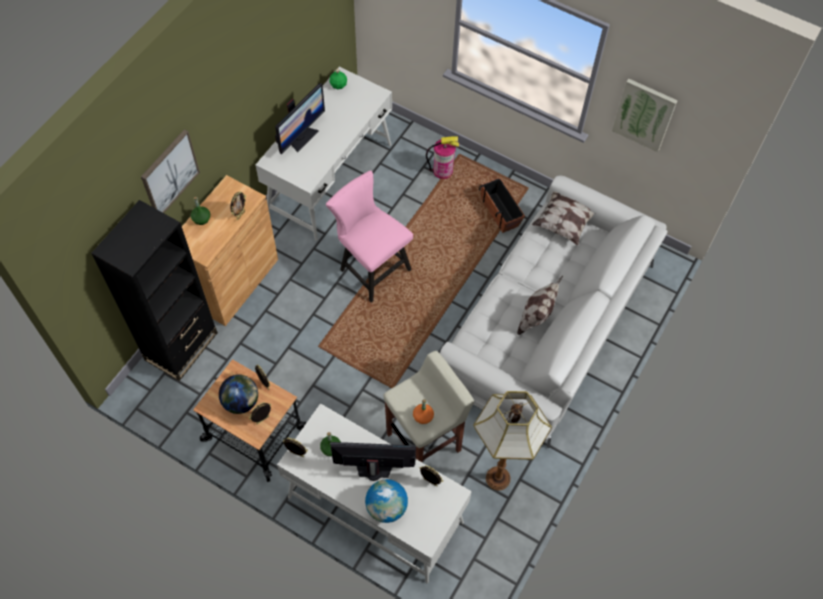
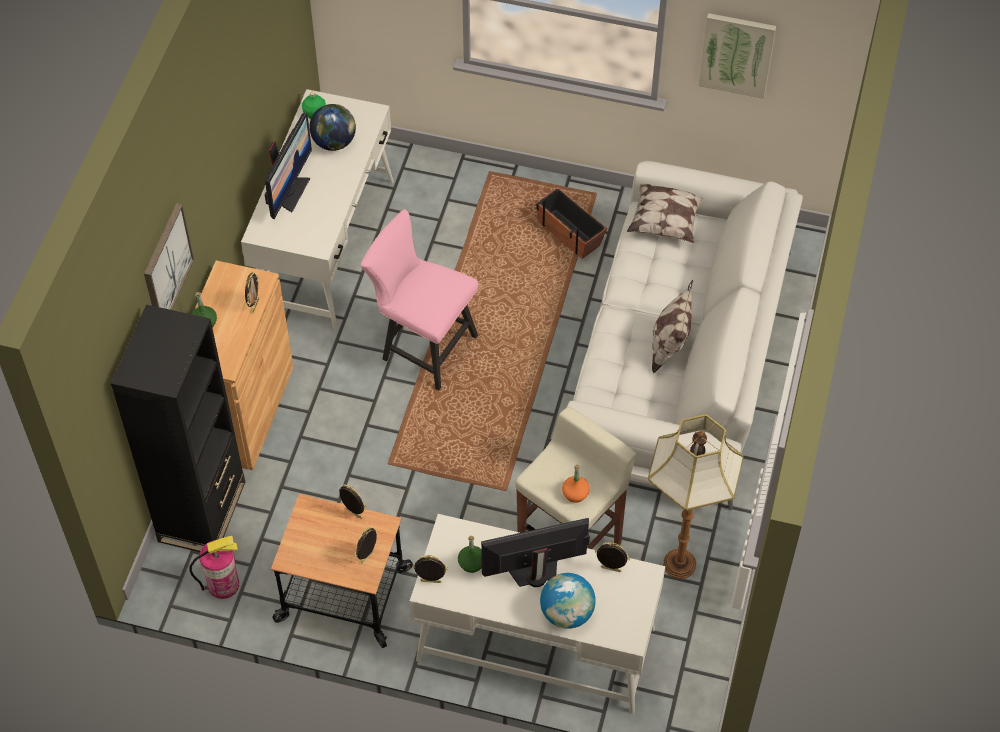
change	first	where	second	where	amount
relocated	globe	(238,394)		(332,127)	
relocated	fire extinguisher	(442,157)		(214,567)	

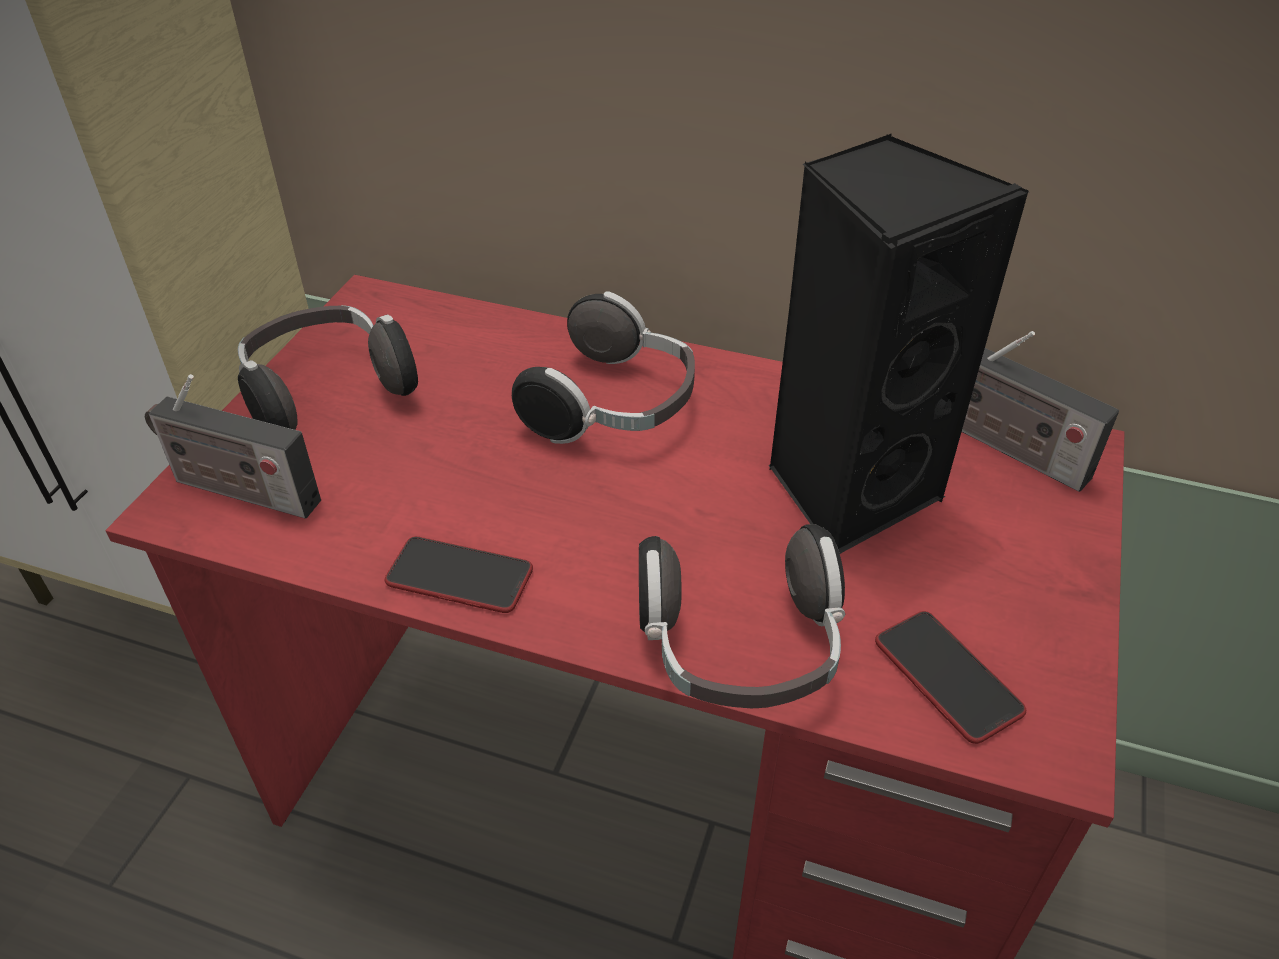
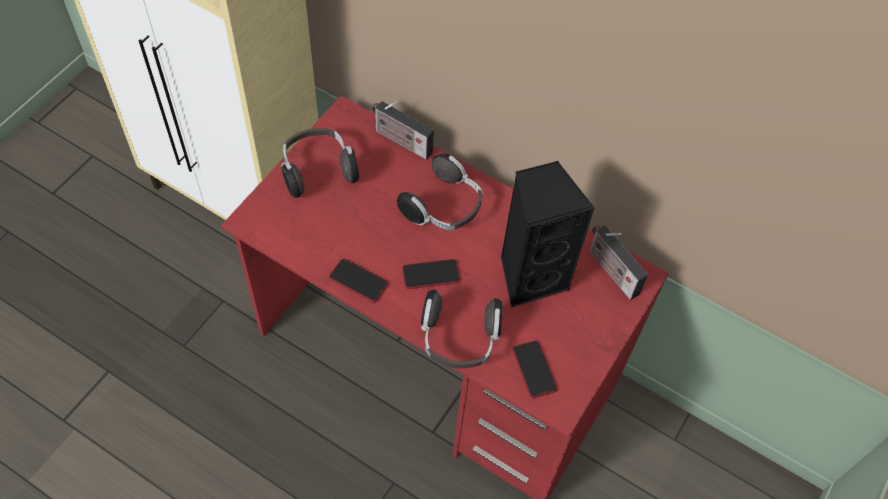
change	first	where	second	where	amount
relocated	radio	(233,446)		(403,130)	
appeared			phone	(431,274)	

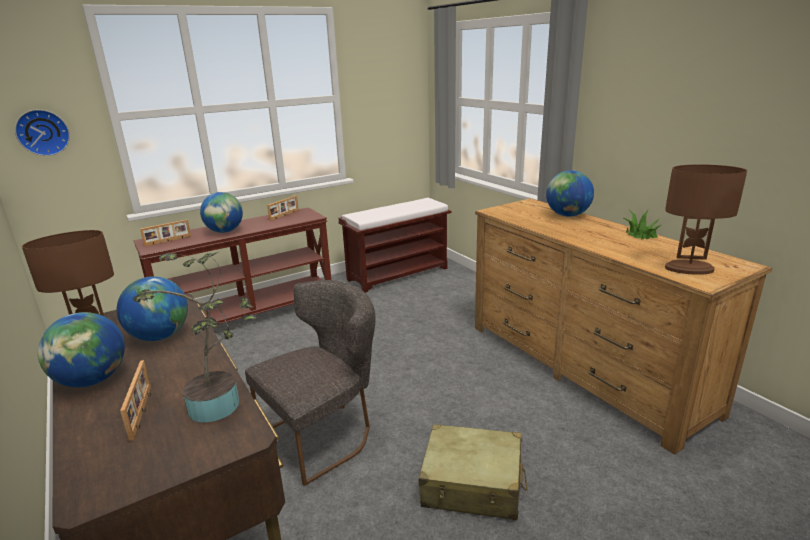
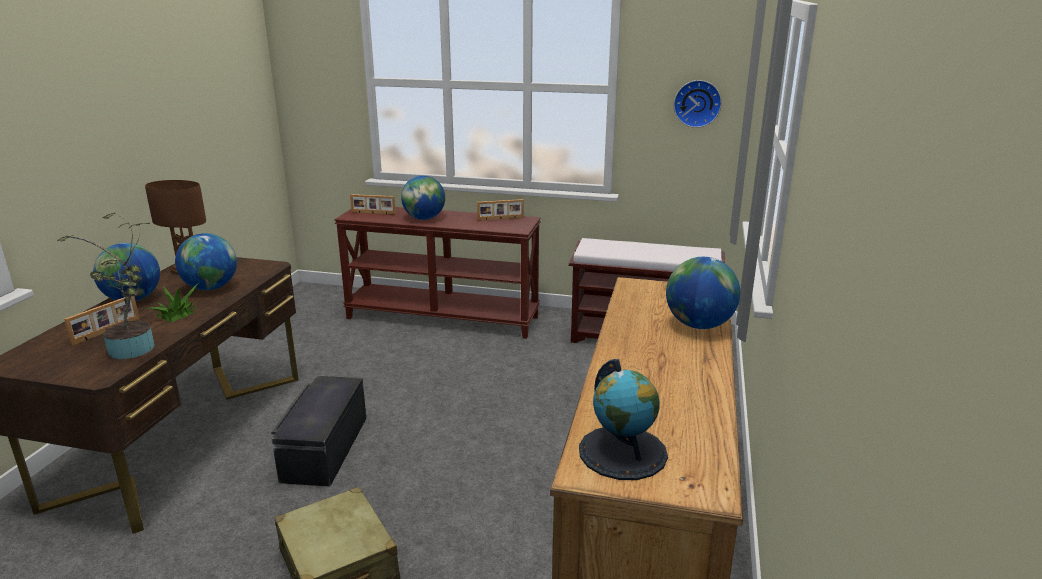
change	first	where	second	where	amount
relocated	wall clock	(42,133)		(698,104)	
exchanged	chair (grey)	(310,383)	storage box (black)	(318,431)	
relocated	potted plant	(642,225)		(173,302)	
exchanged	table lamp (brown)	(706,219)	globe	(623,419)	

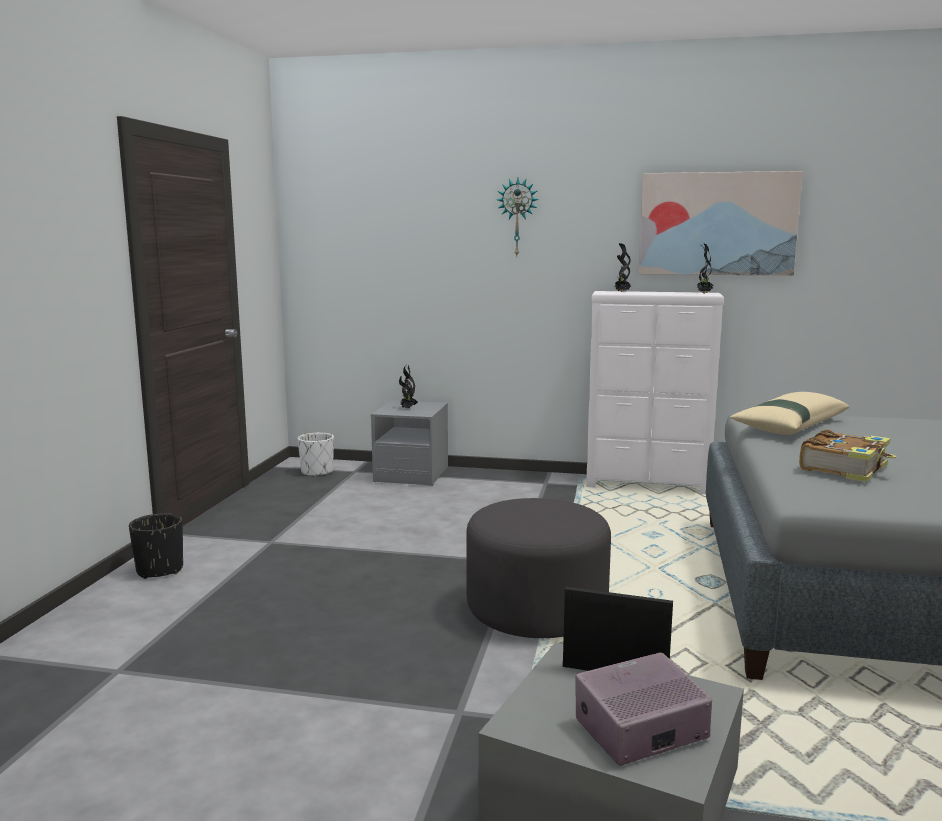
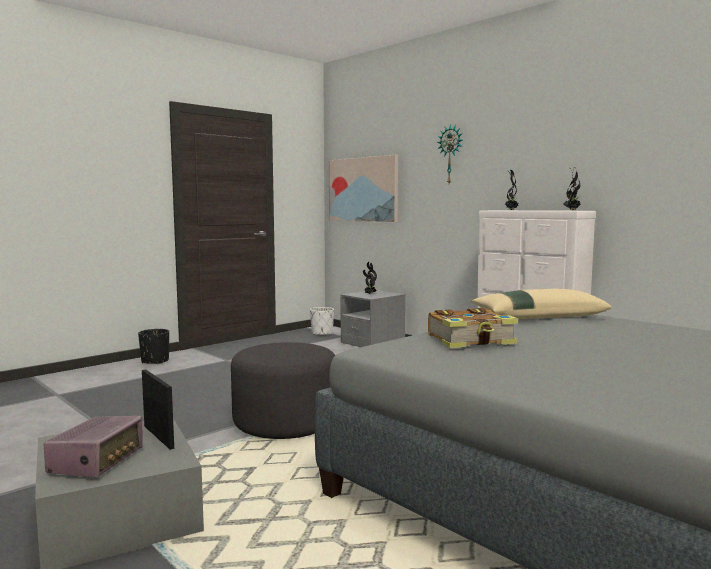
change	first	where	second	where	amount
spun	radio	(644,709)		(92,446)	90 degrees clockwise
relocated	picture	(721,223)		(363,188)	

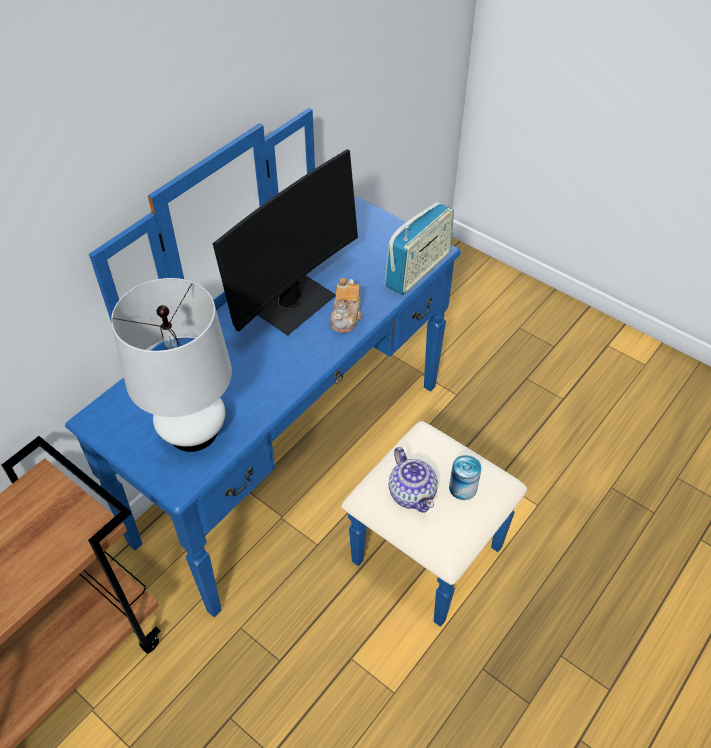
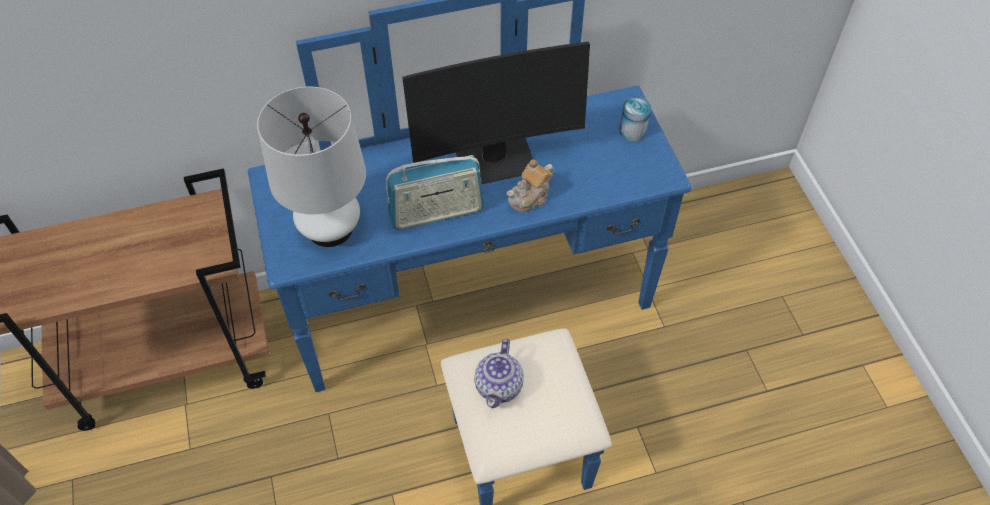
change	first	where	second	where	amount
relocated	radio	(419,248)		(435,192)	
relocated	can	(465,477)		(635,119)	

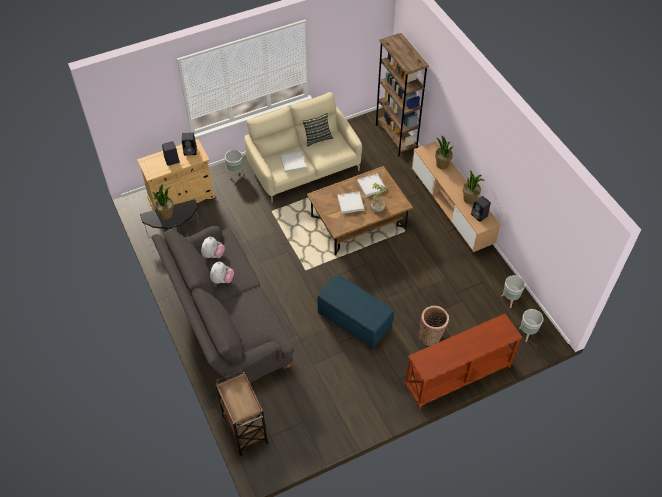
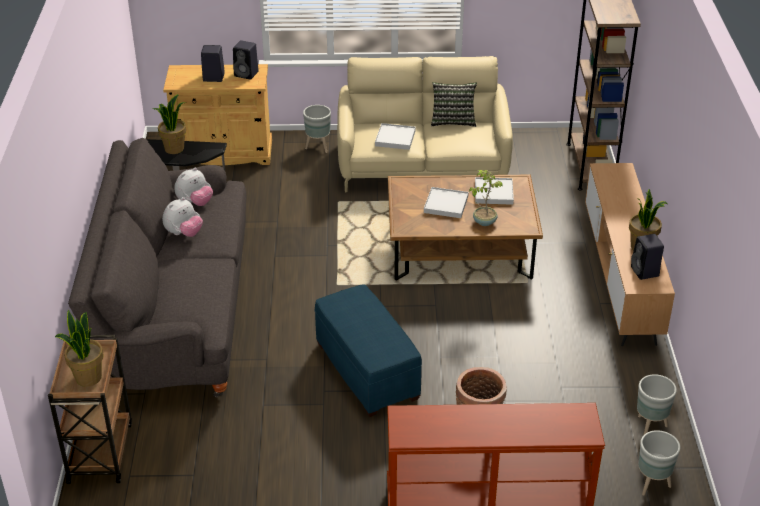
change	first	where	second	where	amount
relocated	potted plant	(444,152)		(79,348)	

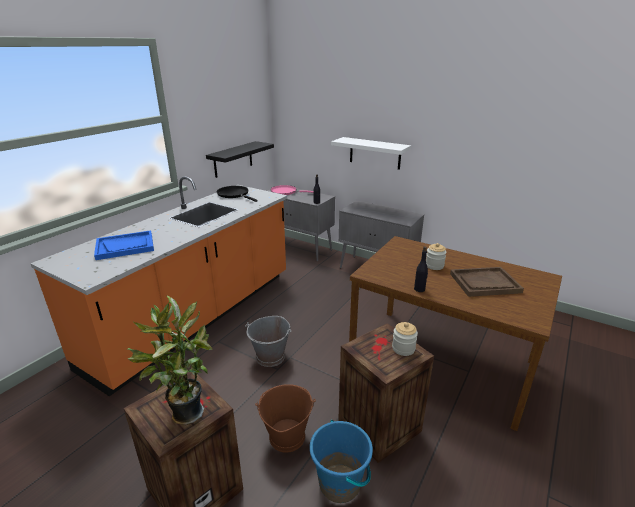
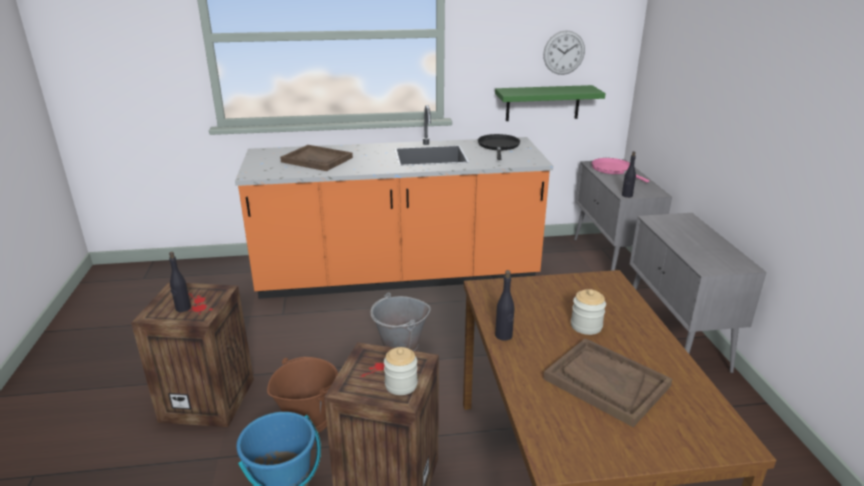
change	first	where	second	where	amount
colour	tray (blue)	(124,245)	tray (brown)	(316,158)	
exchanged	potted plant	(169,360)	bottle (black)	(180,282)	
colour	shelf (black)	(240,159)	shelf (green)	(550,103)	
missing	shelf (white)	(371,153)			
appeared			wall clock	(564,52)	

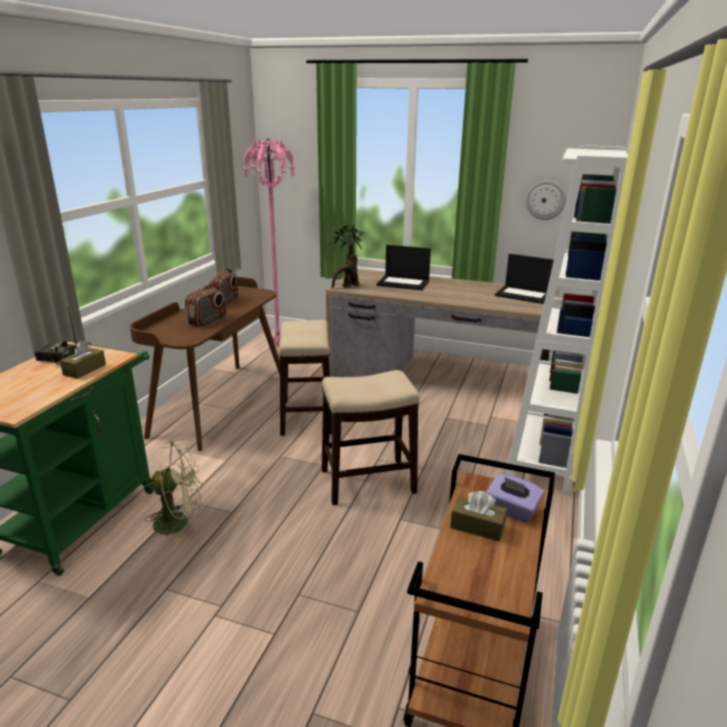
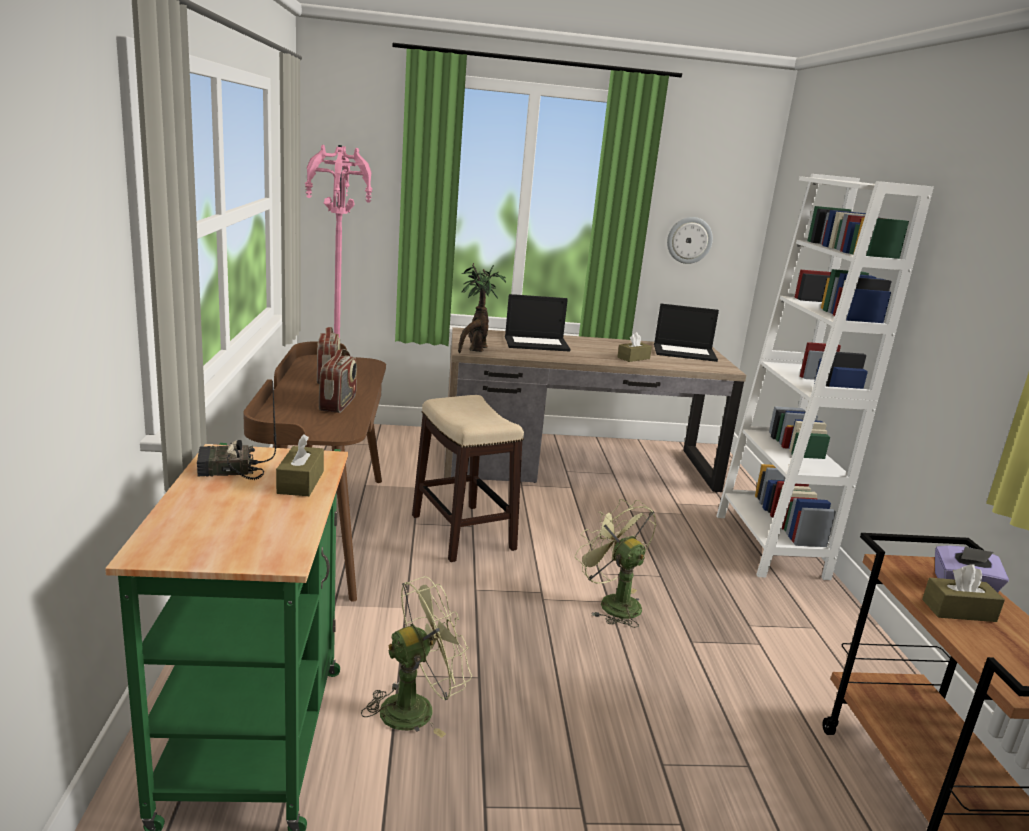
change	first	where	second	where	amount
exchanged	stool	(371,437)	fan (green)	(615,563)	
appeared			tissue box (brown)	(634,347)	

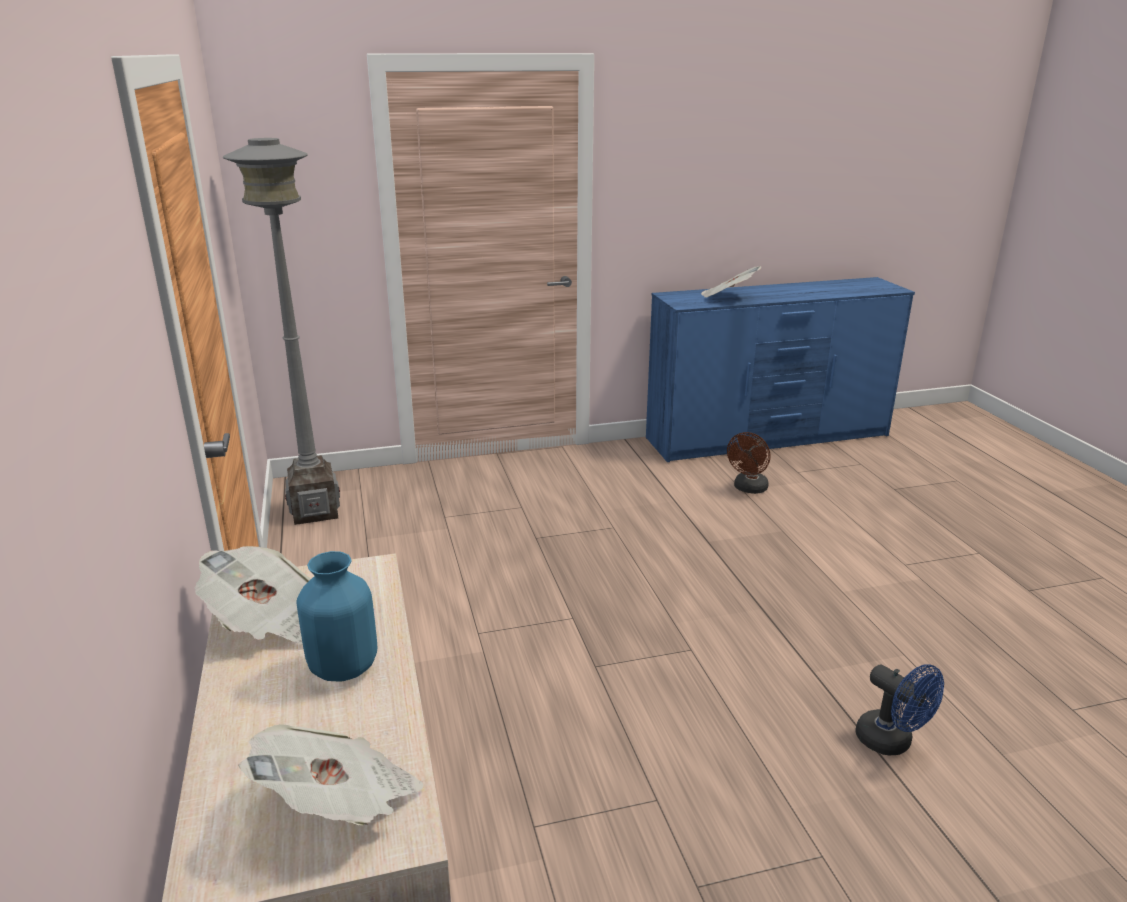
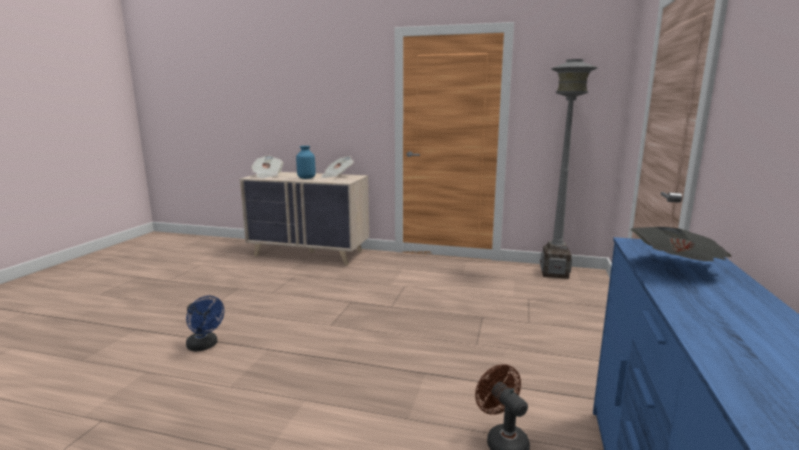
change	first	where	second	where	amount
spun	fan (blue)	(899,709)		(205,324)	135 degrees counterclockwise

